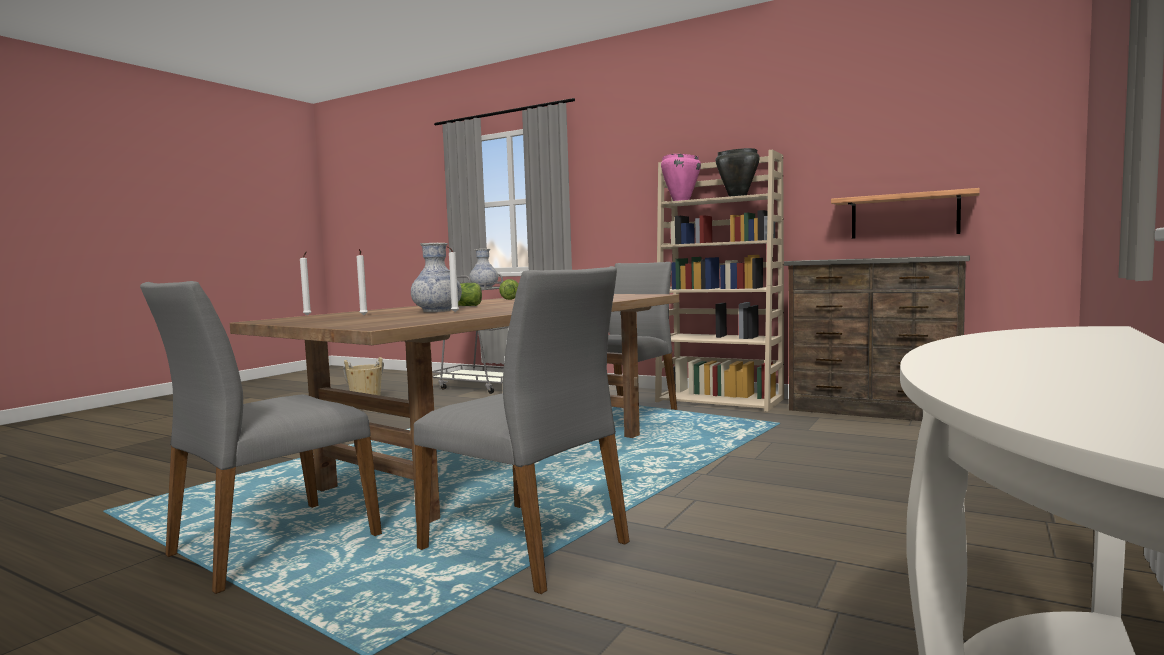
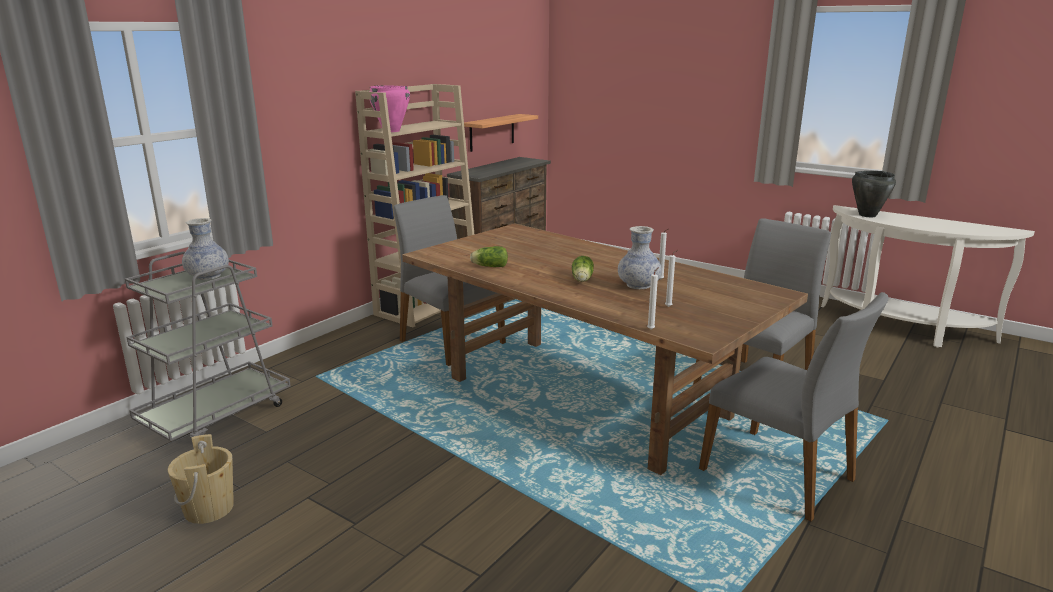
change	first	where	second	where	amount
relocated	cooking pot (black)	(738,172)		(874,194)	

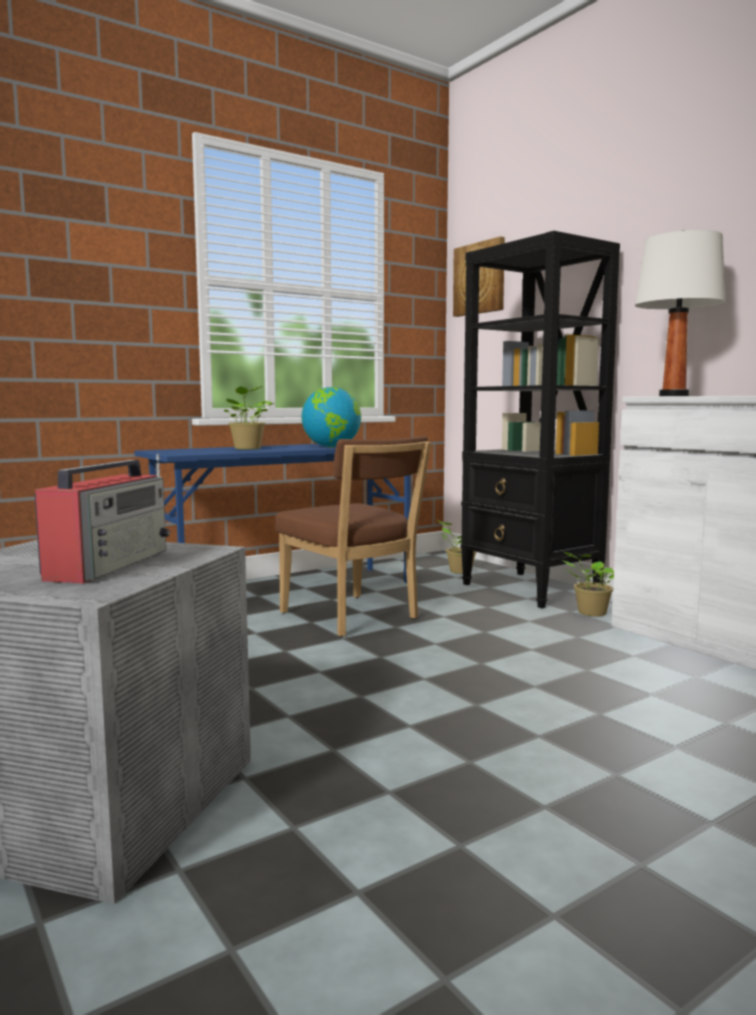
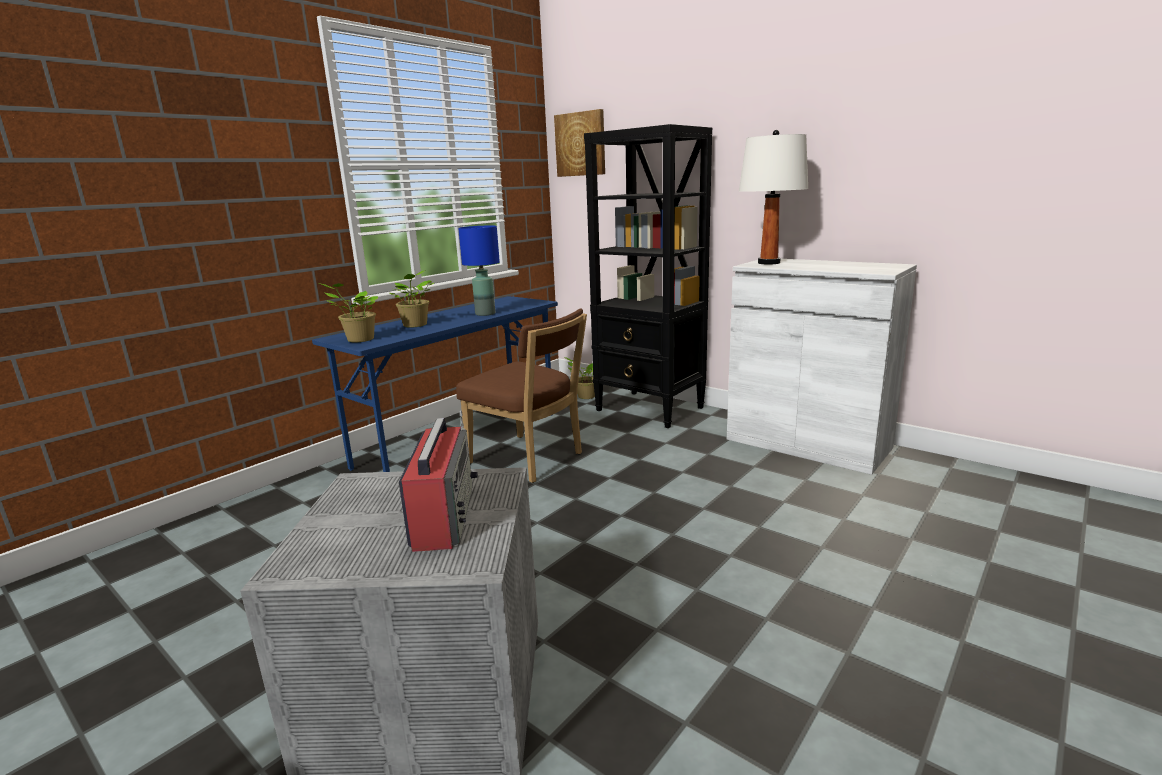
change	first	where	second	where	amount
exchanged	globe	(331,417)	table lamp (blue)	(479,271)	
relocated	potted plant	(588,584)		(348,312)	

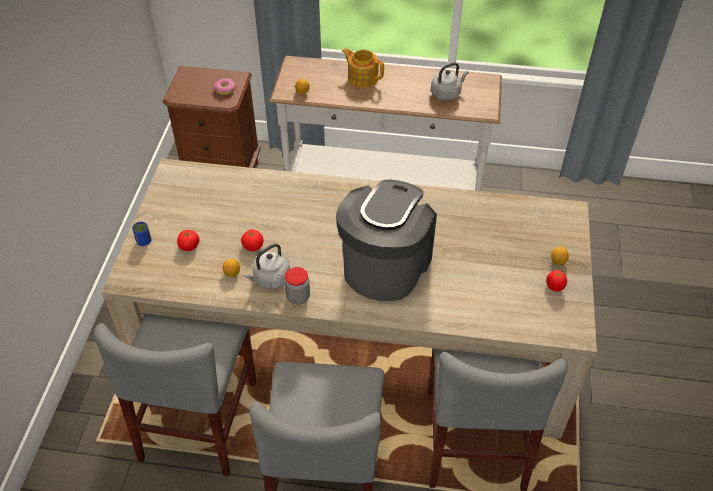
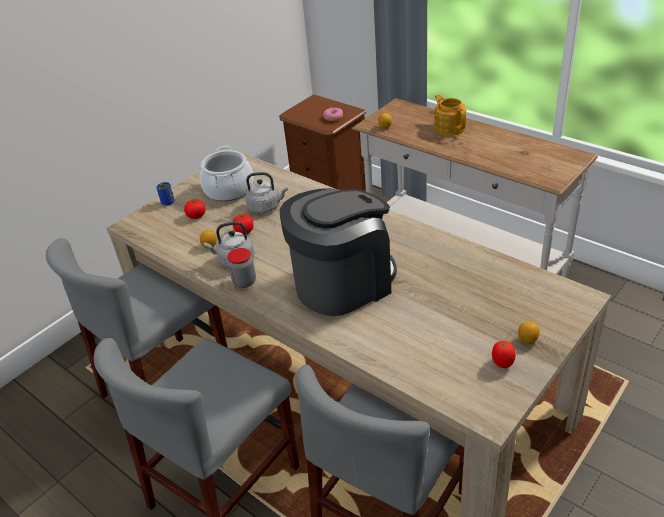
change	first	where	second	where	amount
relocated	kettle (grey)	(450,81)		(266,192)	
appeared			cooking pot	(227,173)	

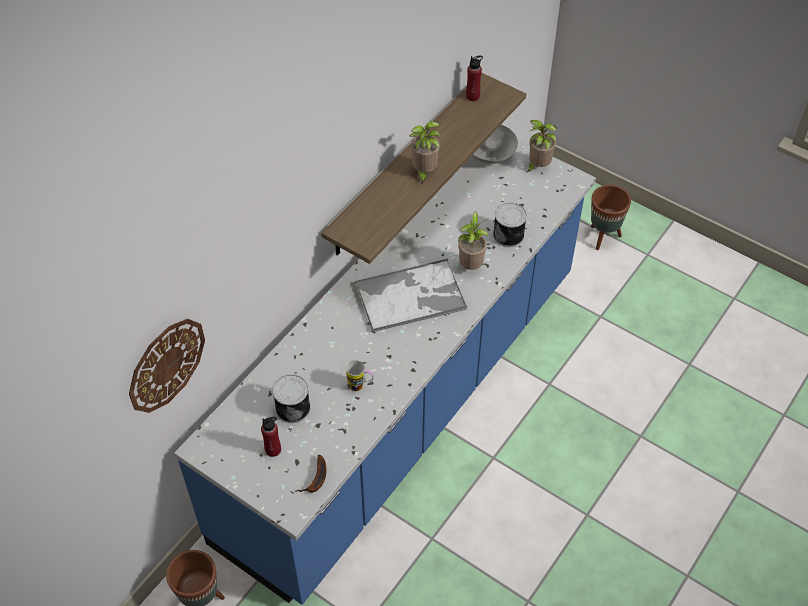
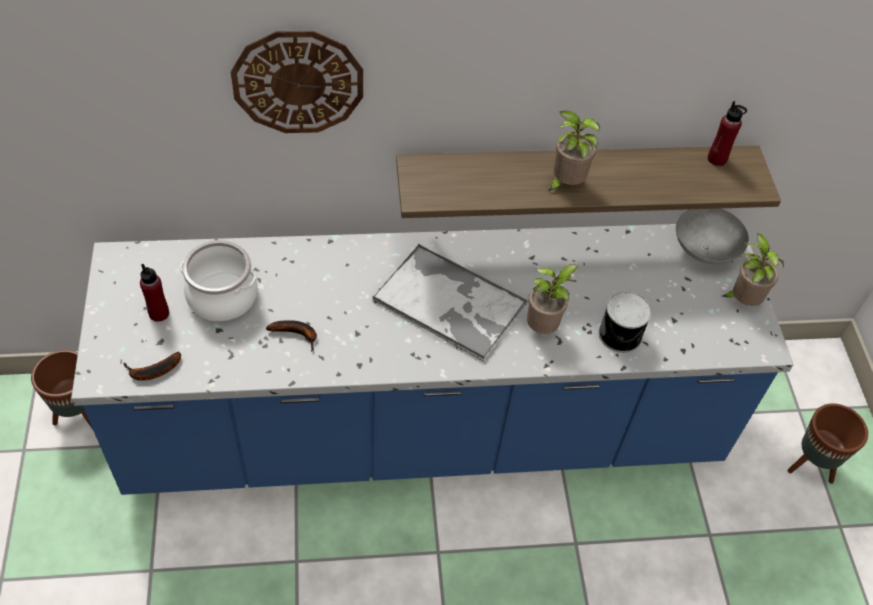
change	first	where	second	where	amount
relocated	wall clock	(167,366)		(297,82)	
exchanged	can	(291,398)	cooking pot	(219,280)	
exchanged	mug	(360,375)	banana	(291,336)	

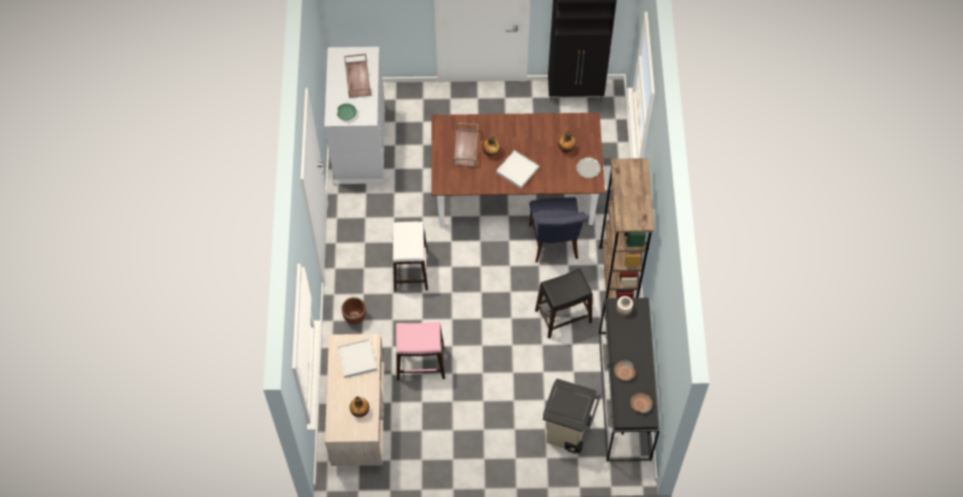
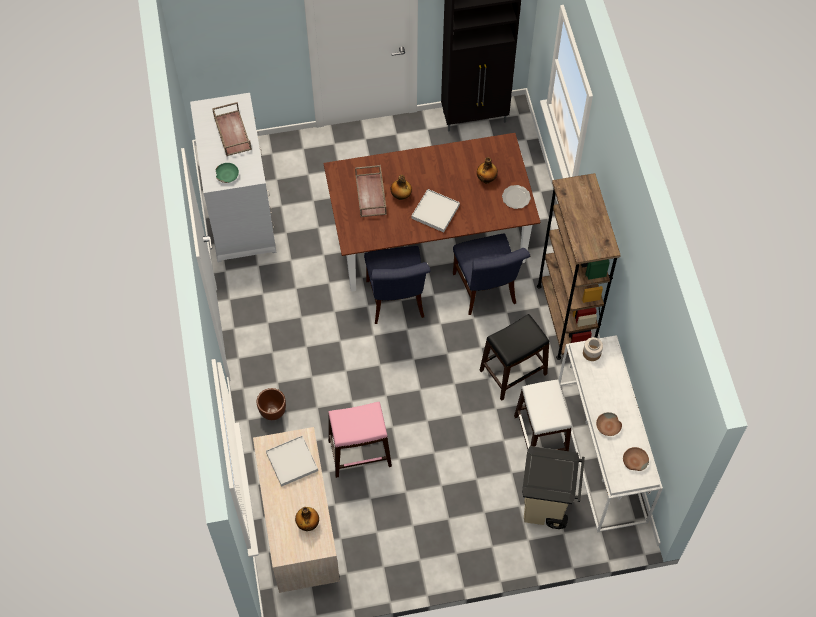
change	first	where	second	where	amount
relocated	stool (white)	(410,256)		(543,415)	
colour	console table (black)	(629,380)	console table (white)	(610,434)	
appeared			chair (blue)	(397,285)	

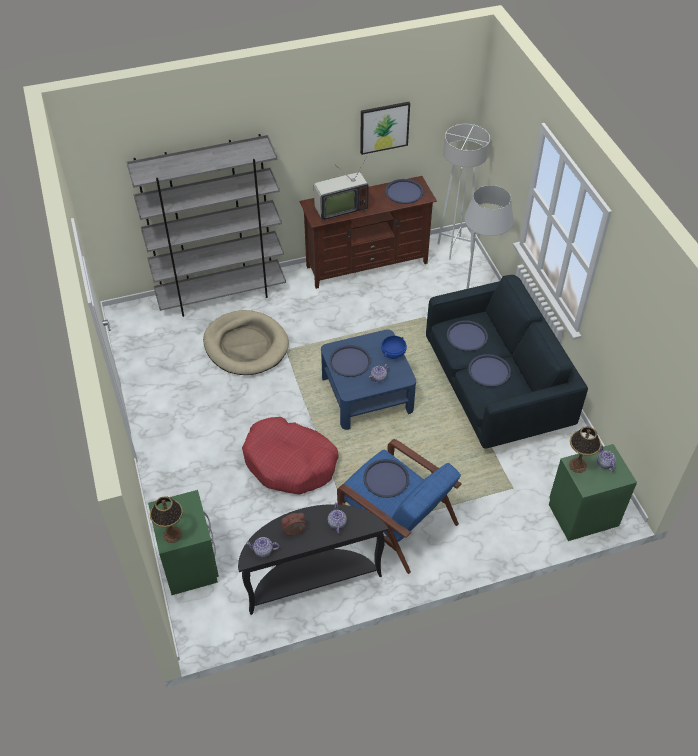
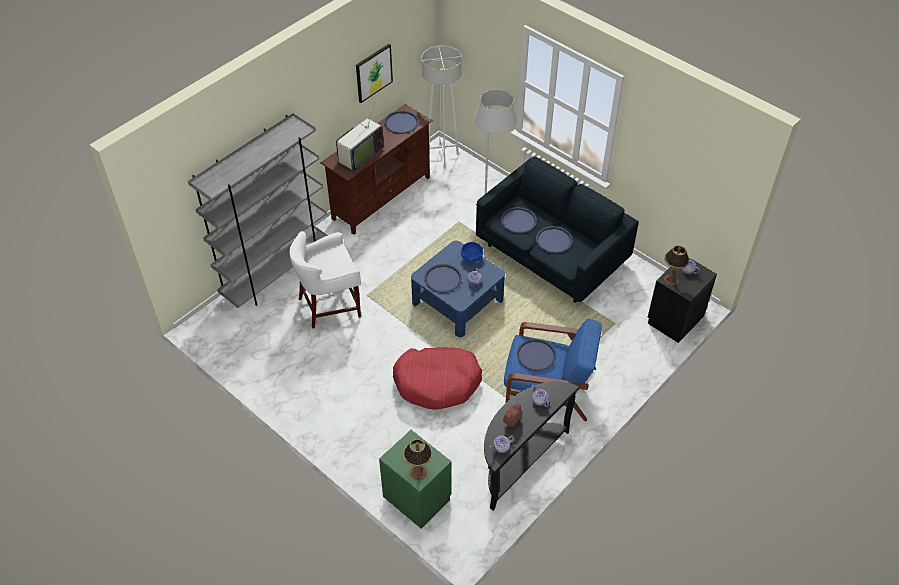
change	first	where	second	where	amount
exchanged	dog bed (beige)	(246,342)	stool (white)	(325,280)	
colour	nightstand (green)	(593,492)	nightstand (black)	(682,300)	

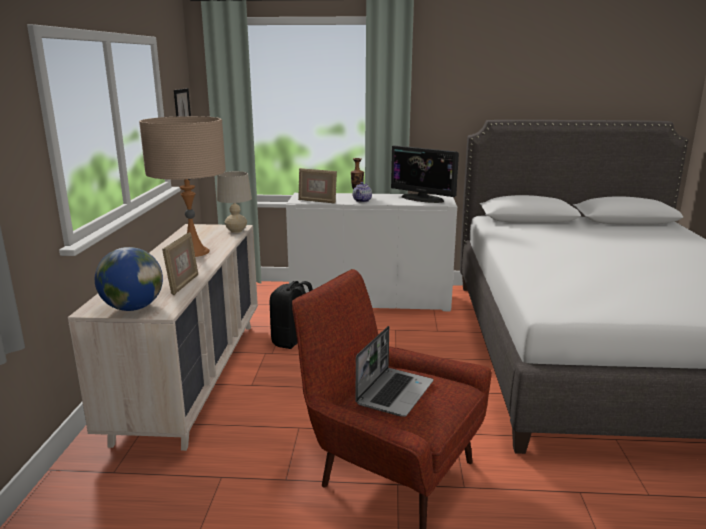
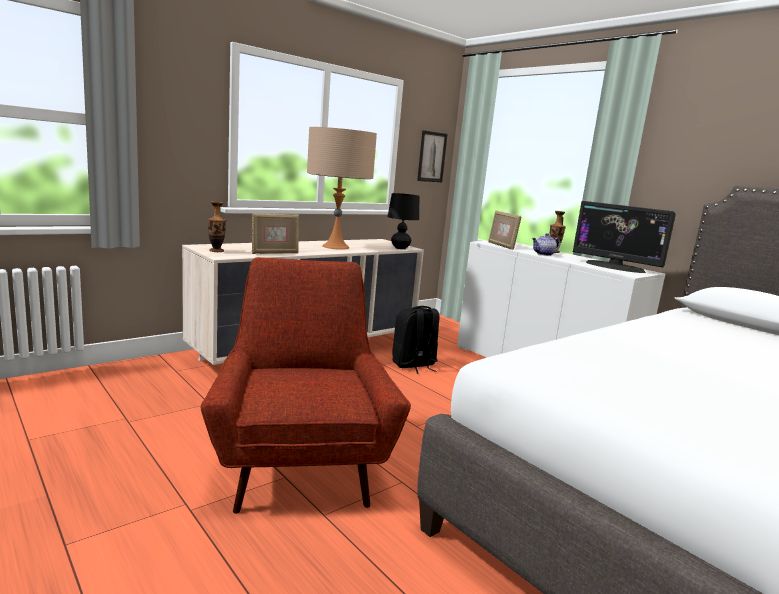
change	first	where	second	where	amount
exchanged	globe	(129,279)	vase	(217,226)	
colour	table lamp (beige)	(234,202)	table lamp (black)	(403,221)	
missing	laptop	(394,371)			
spun	monitor	(425,174)		(624,237)	45 degrees counterclockwise

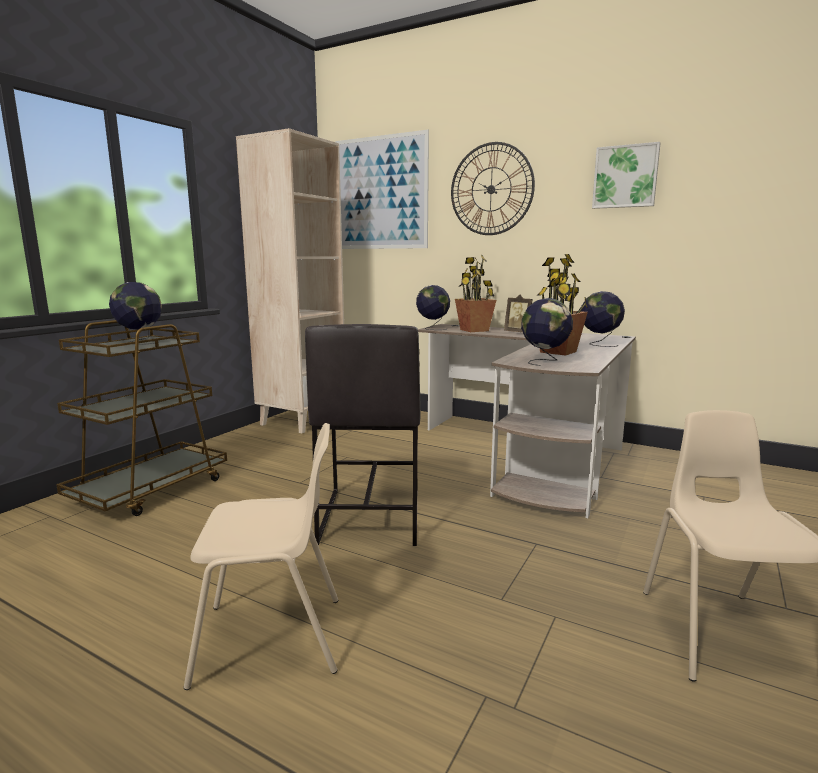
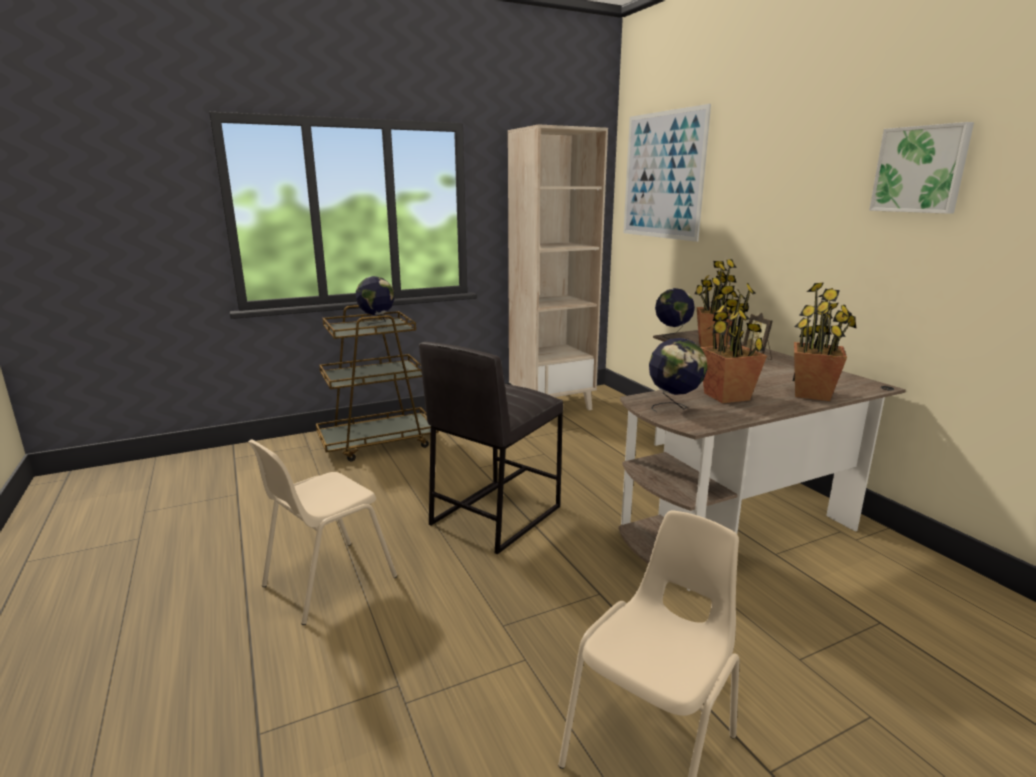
change	first	where	second	where	amount
spun	chair (beige)	(261,556)		(322,532)	105 degrees clockwise
missing	wall clock	(493,188)			
exchanged	globe	(603,319)	potted plant	(825,341)	

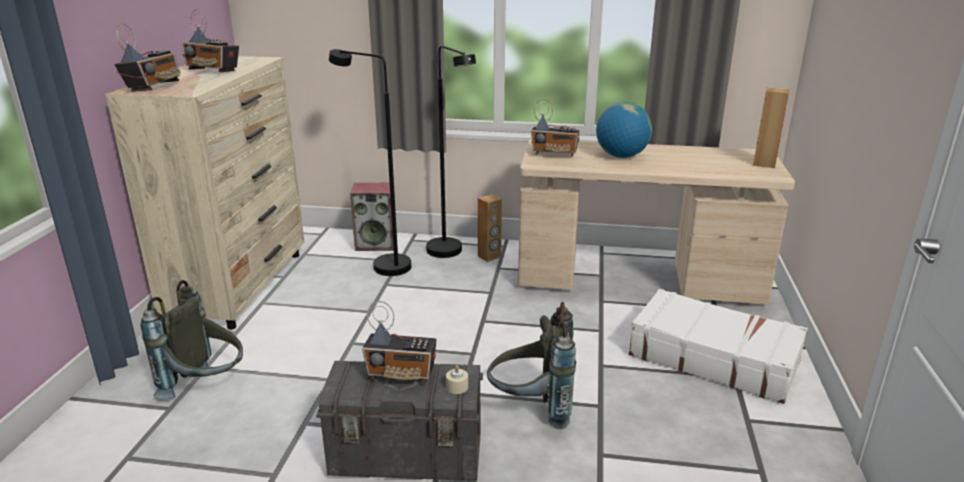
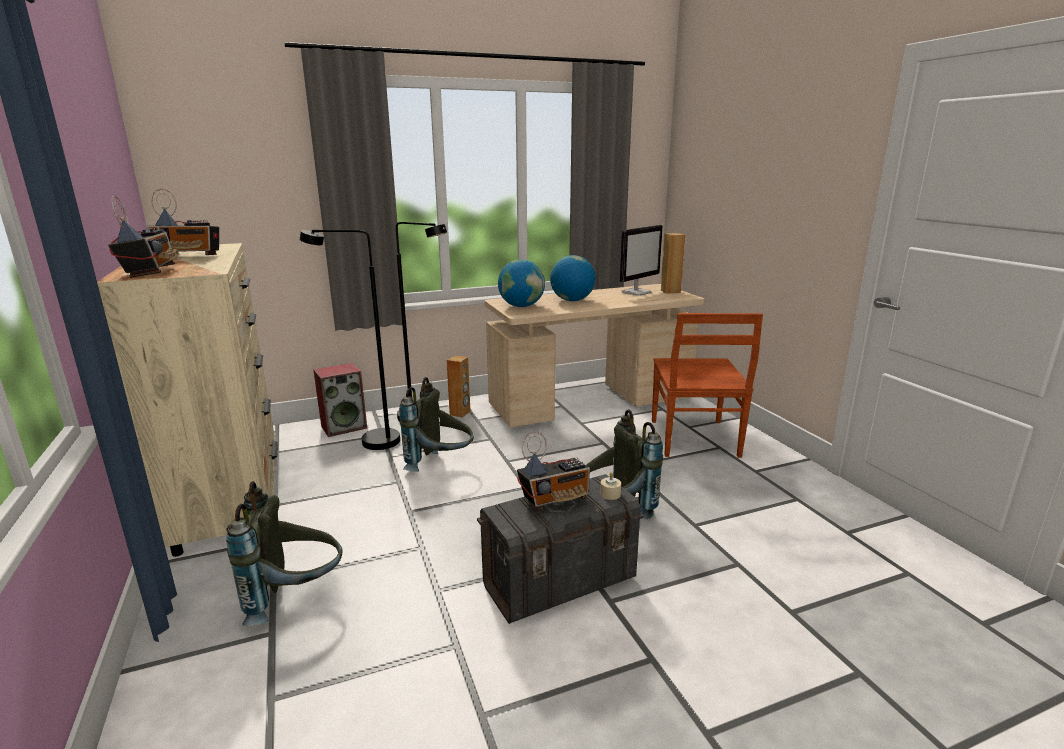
change	first	where	second	where	amount
exchanged	radio	(555,128)	globe	(521,283)	
exchanged	suitcase (white)	(718,346)	chair (brown)	(707,385)	
appeared			backpack (grey)	(436,424)	
appeared			monitor	(641,260)	

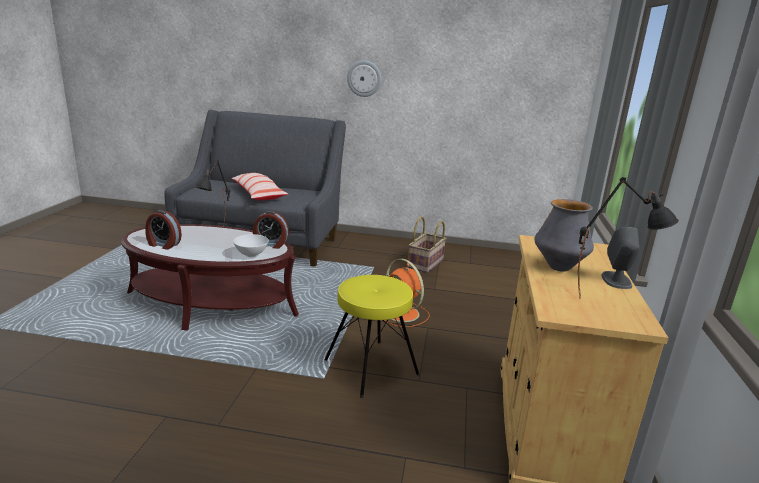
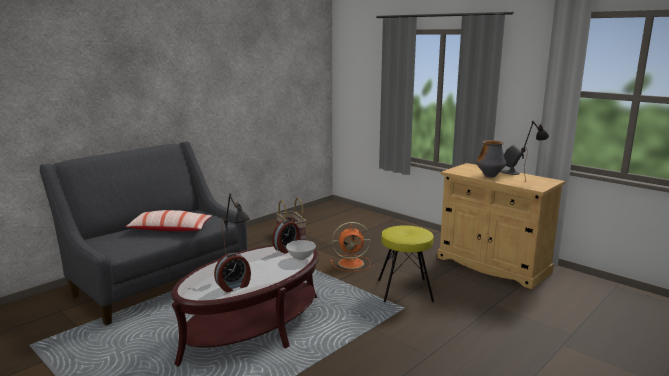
change	first	where	second	where	amount
missing	wall clock	(364,78)			

